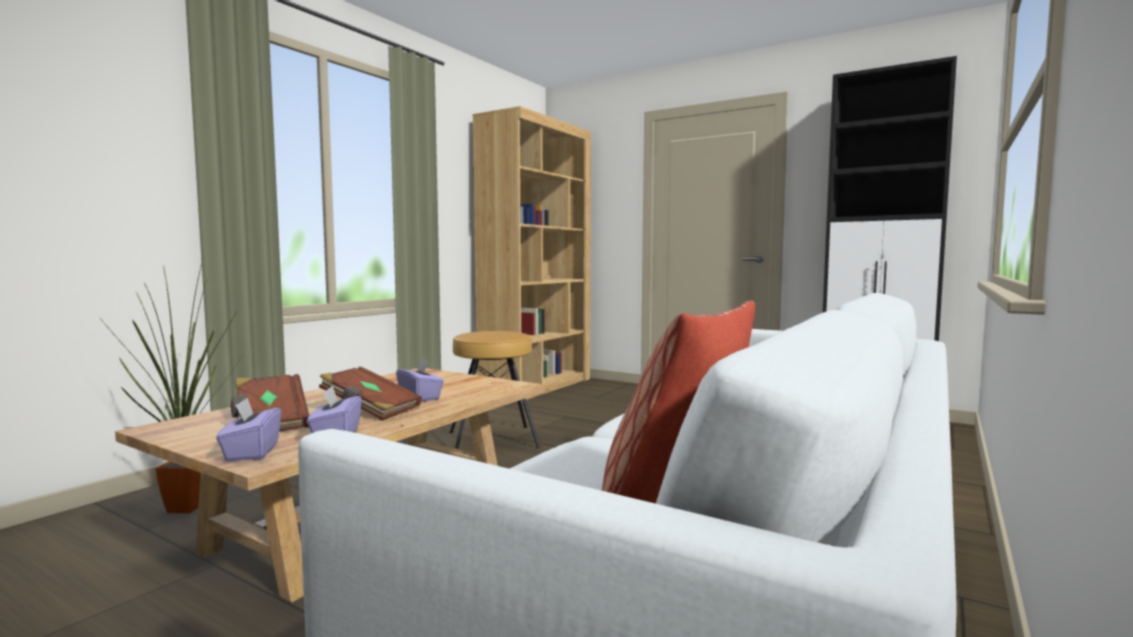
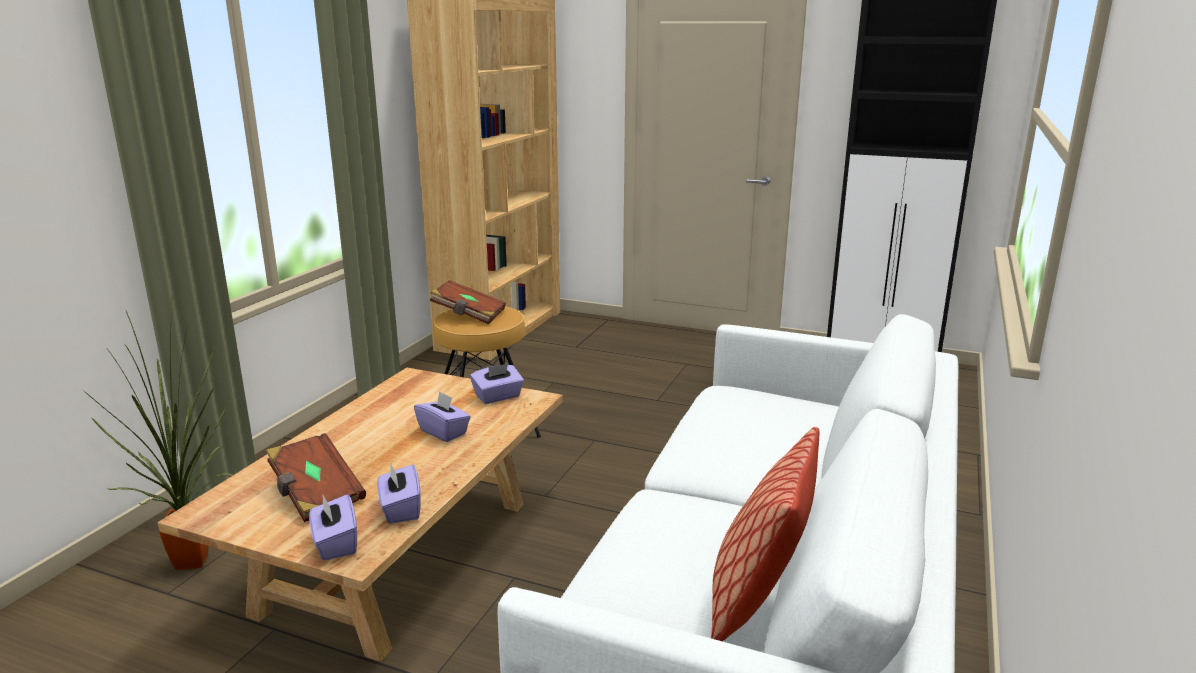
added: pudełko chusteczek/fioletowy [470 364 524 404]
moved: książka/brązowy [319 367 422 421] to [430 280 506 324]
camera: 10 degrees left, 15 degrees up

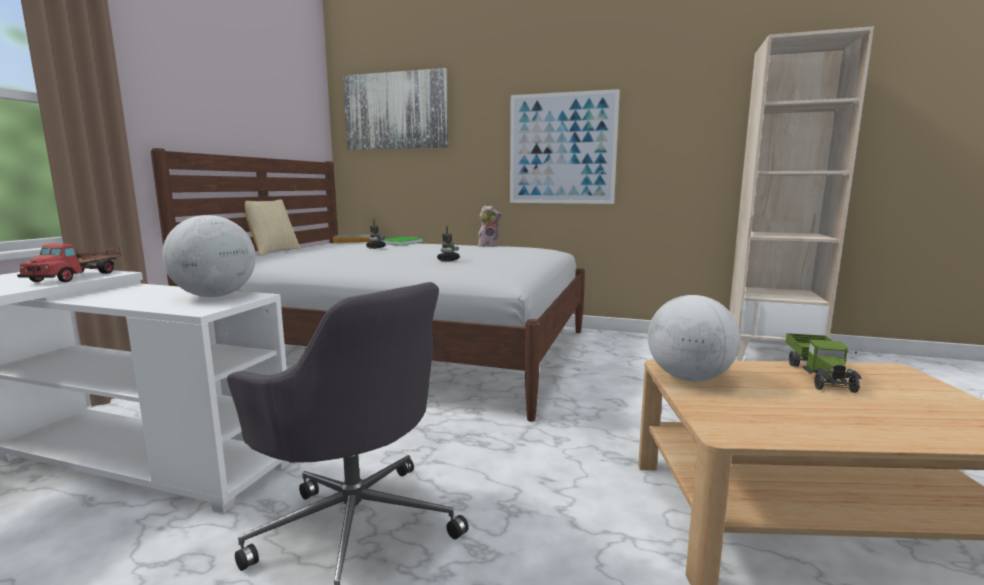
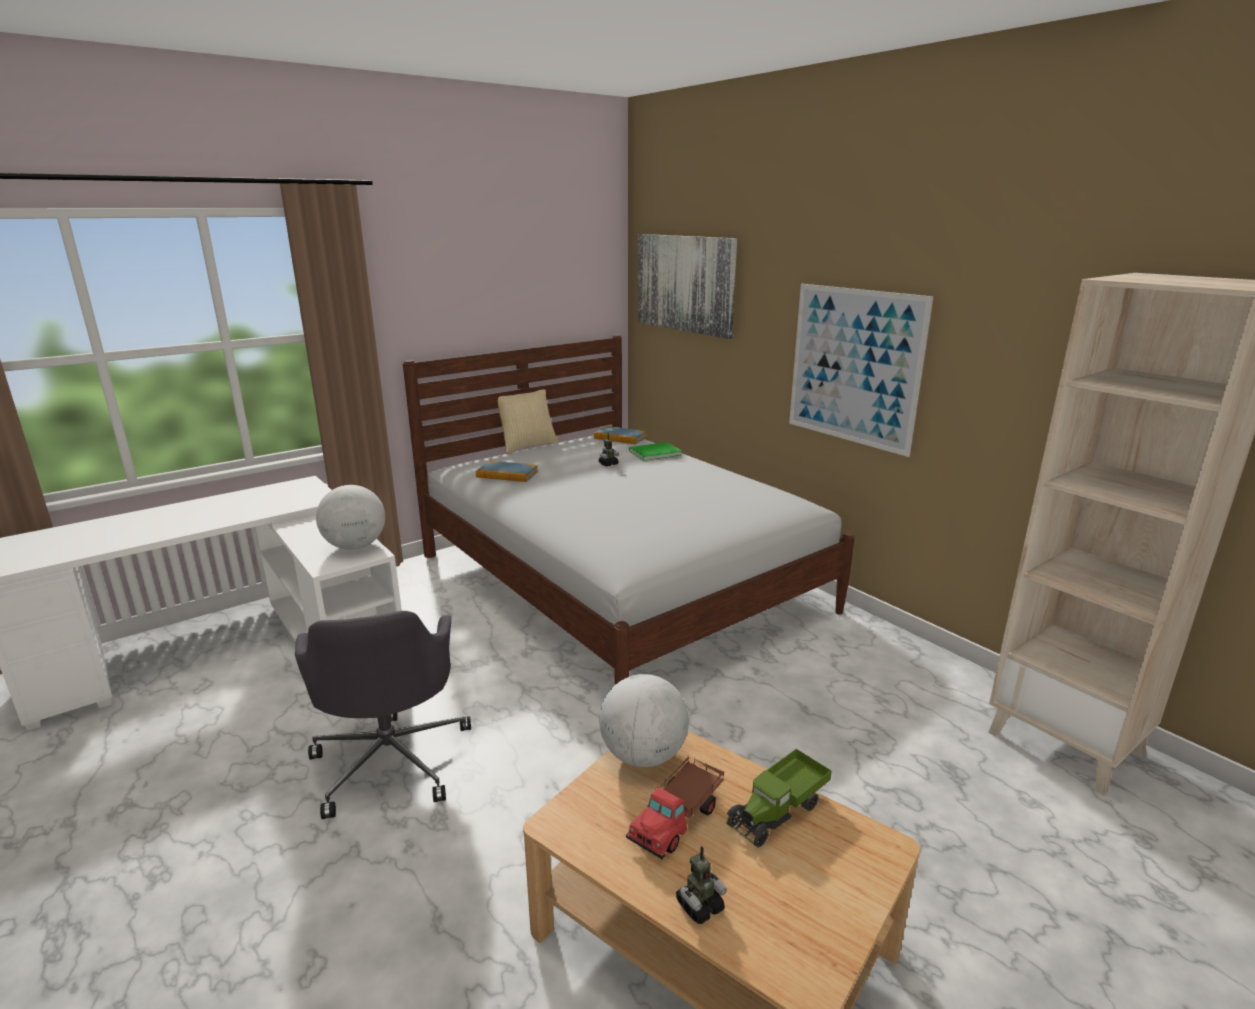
removed: pluszak [478 206 502 247]
added: książka [476 461 538 482]
moved: robot zabawkowy [437 226 460 262] to [676 846 727 924]; ciężarówka zabawkowa [17 243 122 282] to [626 756 724 859]
camera: 35 degrees right, 10 degrees up

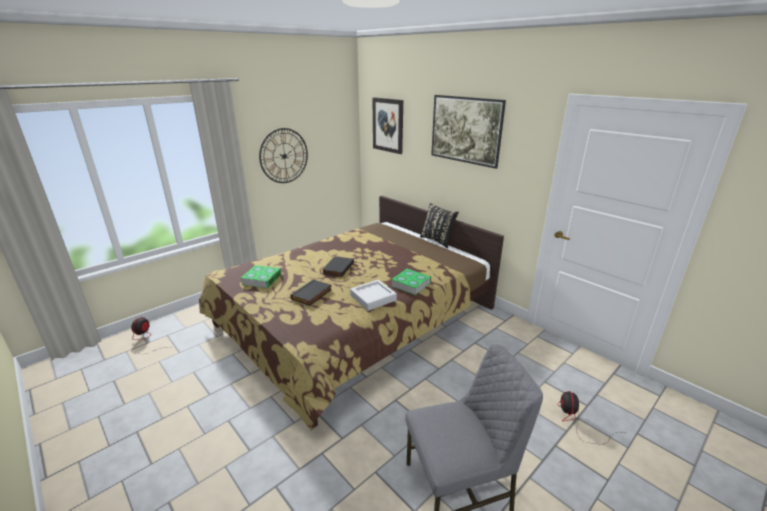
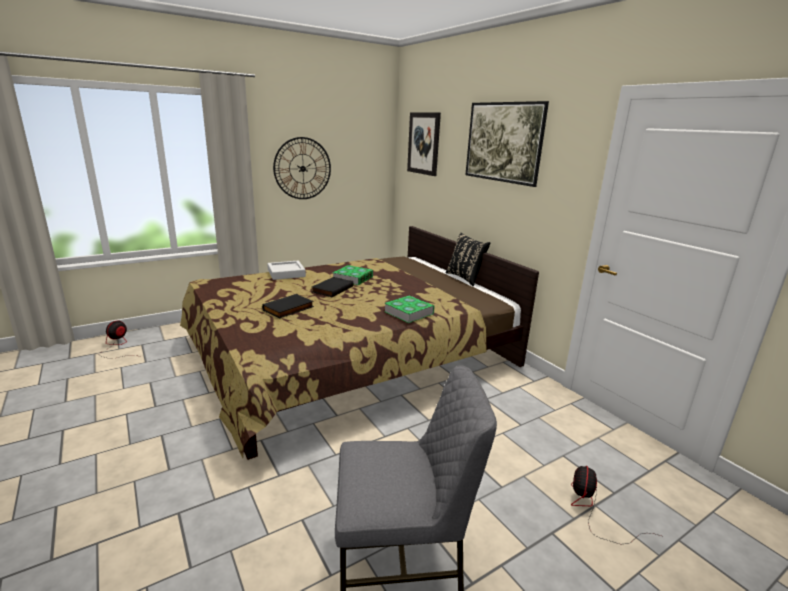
moved: książka [241 265 282 288] to [333 265 373 285]; taca/szary [350 280 397 311] to [267 261 306 280]
camera: 10 degrees right, 5 degrees down

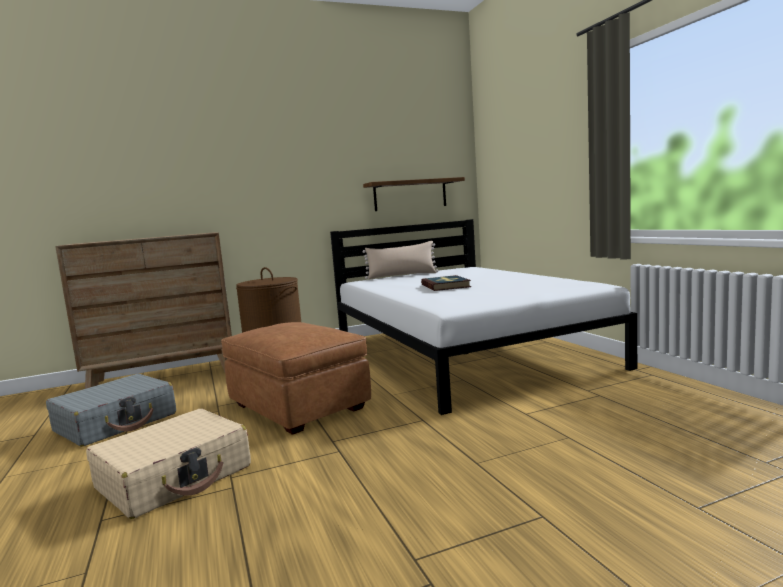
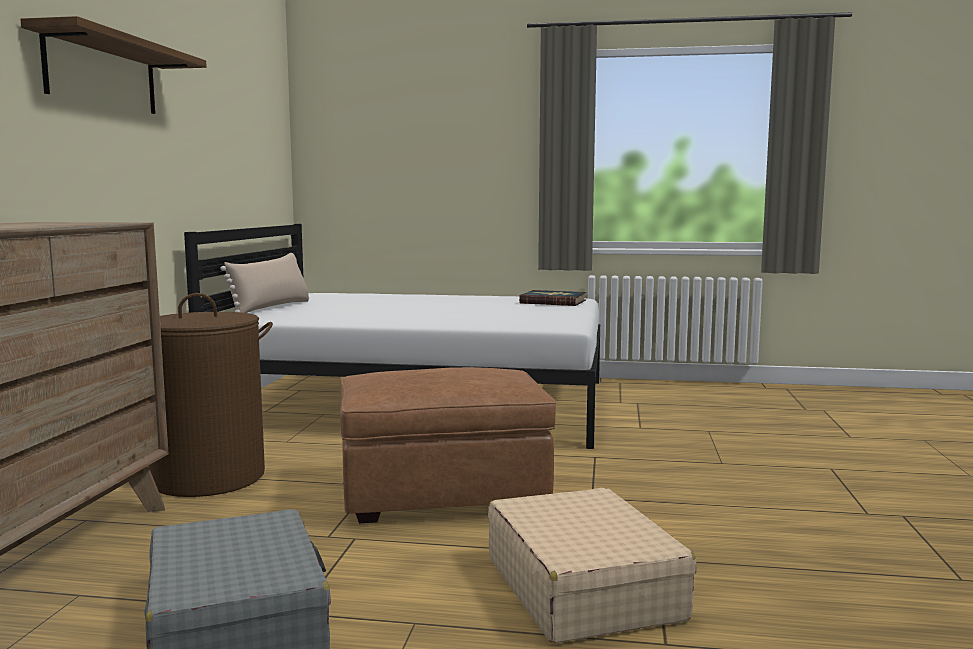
moved: półka [363 177 465 211] to [20 16 207 114]; książka [421 275 471 291] to [519 290 587 306]
camera: 60 degrees left, 0 degrees up

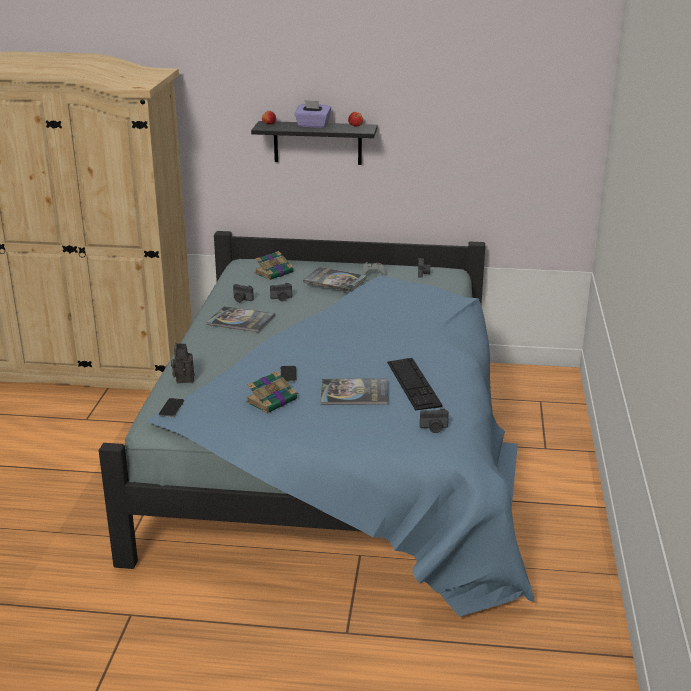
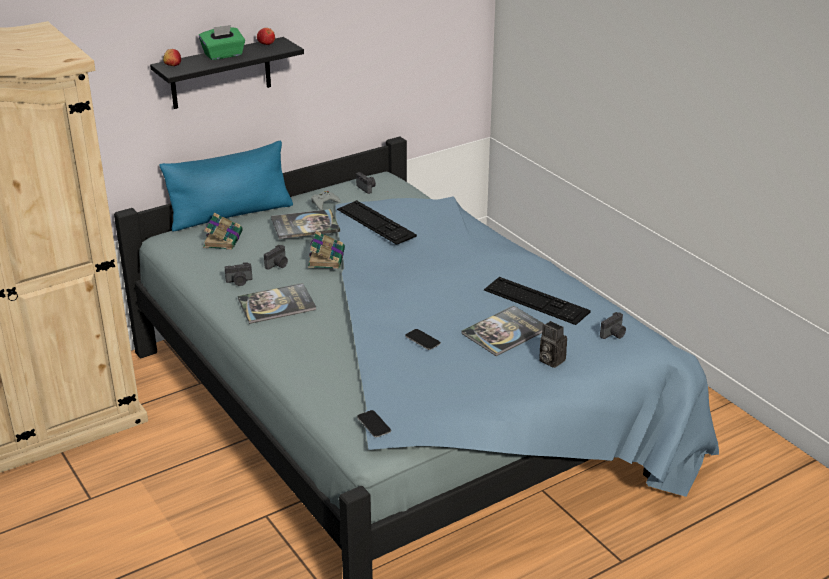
added: poduszka/niebieski [160 141 293 231]; klawiatura [337 200 417 245]
moved: aparat fotograficzny [171 343 195 383] to [539 321 567 368]; książka [246 371 298 413] to [308 231 345 269]
recoloured: pudełko chusteczek/fioletowy [294 100 331 128] to pudełko chusteczek/zielony [199 25 245 60]
camera: 40 degrees left, 5 degrees up

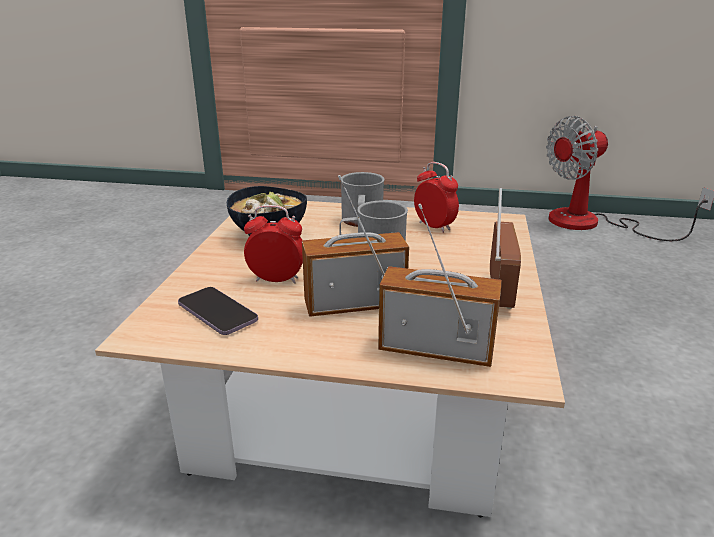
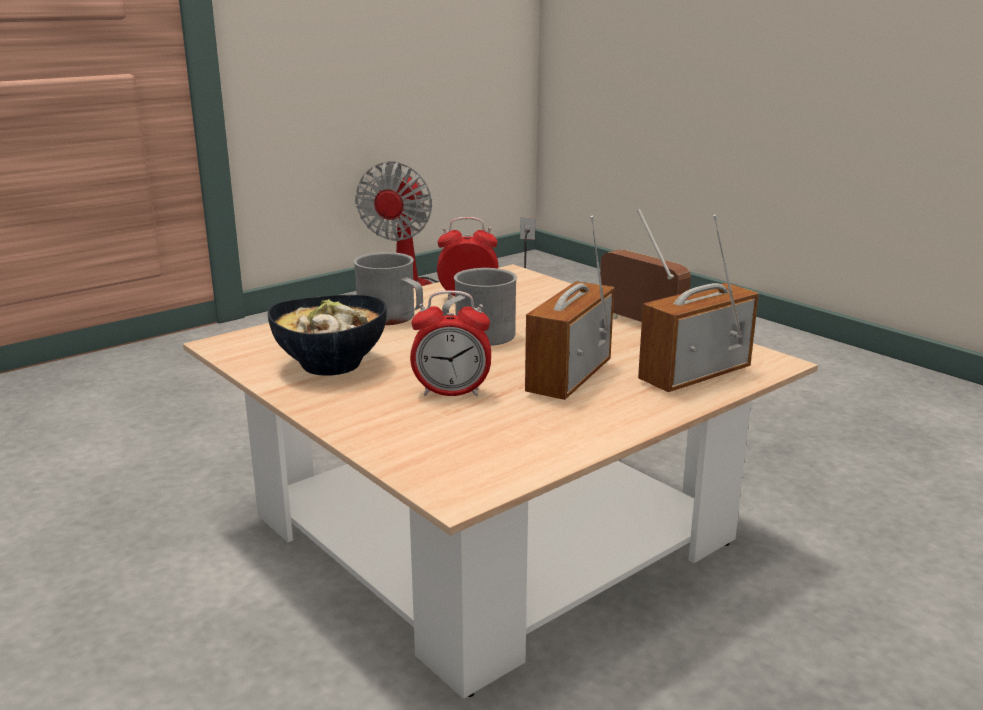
removed: telefon [178 287 258 335]
turned: budzik [244 205 303 284] = [410 290 491 396] 135 degrees counterclockwise
camera: 50 degrees left, 5 degrees down

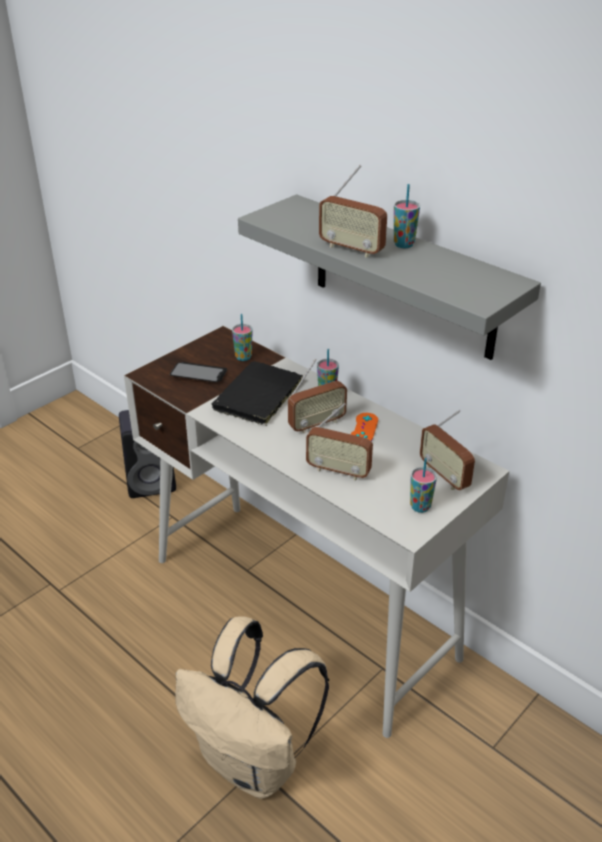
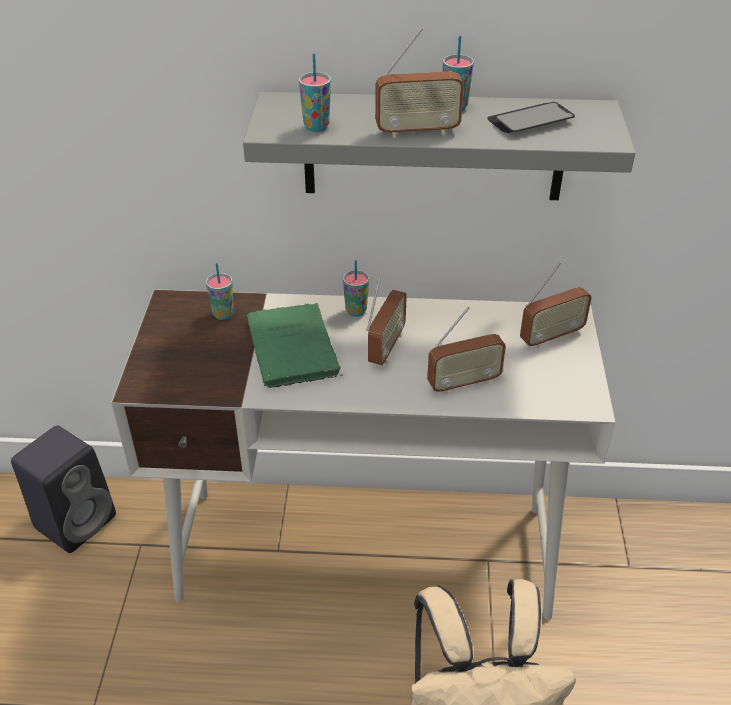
removed: pad do gier/pomarańczowy [351 413 378 441]
moved: telefon [170 362 227 382] to [487 102 575 133]; filiżanka [410 458 437 513] to [299 53 331 132]
recoloured: książka/czarny [212 361 303 426] to książka/zielony [246 303 343 388]
turned: radio [420 410 475 490] = [520 262 592 348] 45 degrees counterclockwise
camera: 40 degrees left, 5 degrees up

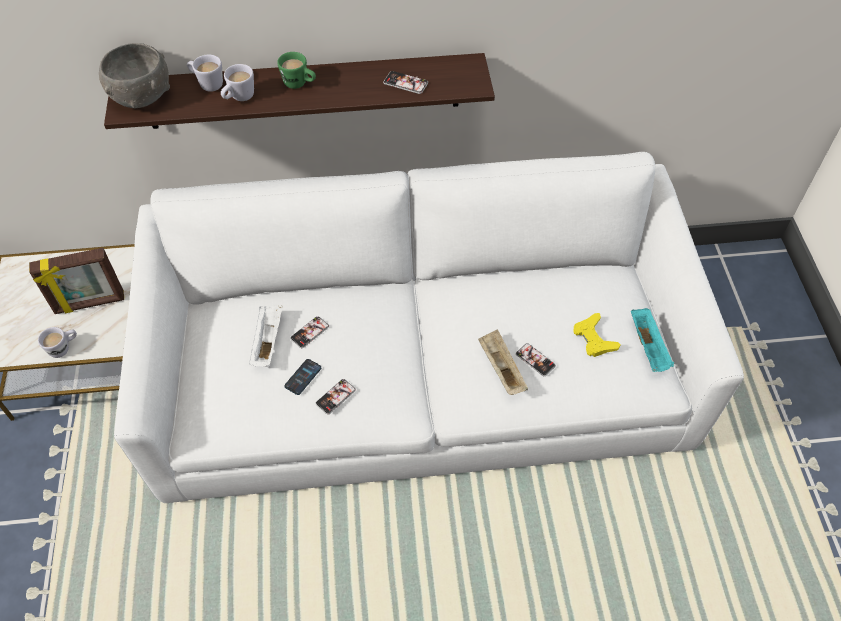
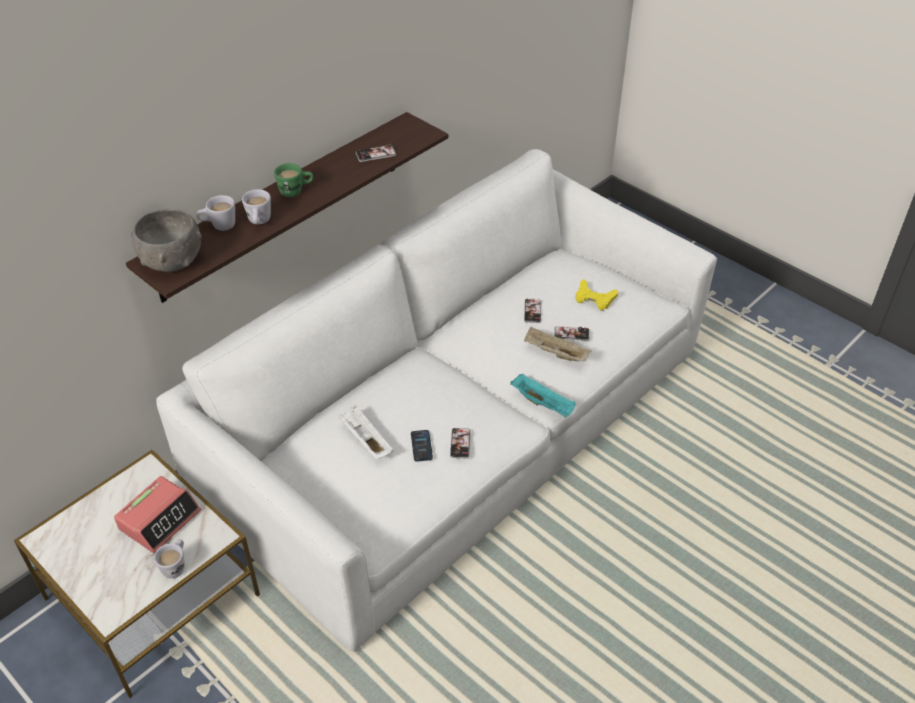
moved: taca/turkusowy [631 308 674 372] to [510 374 576 418]; telefon [290 316 329 348] to [524 298 541 323]
replaced: ramka na zdjęcie [29 248 124 314] to budzik [114 476 201 553]
camera: 40 degrees left, 10 degrees down

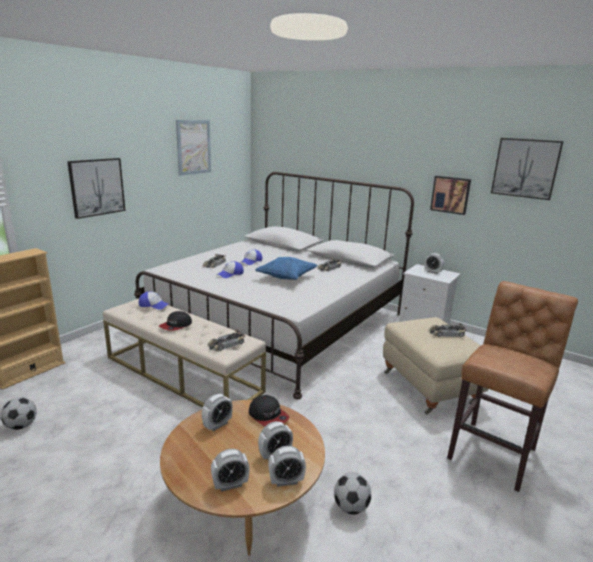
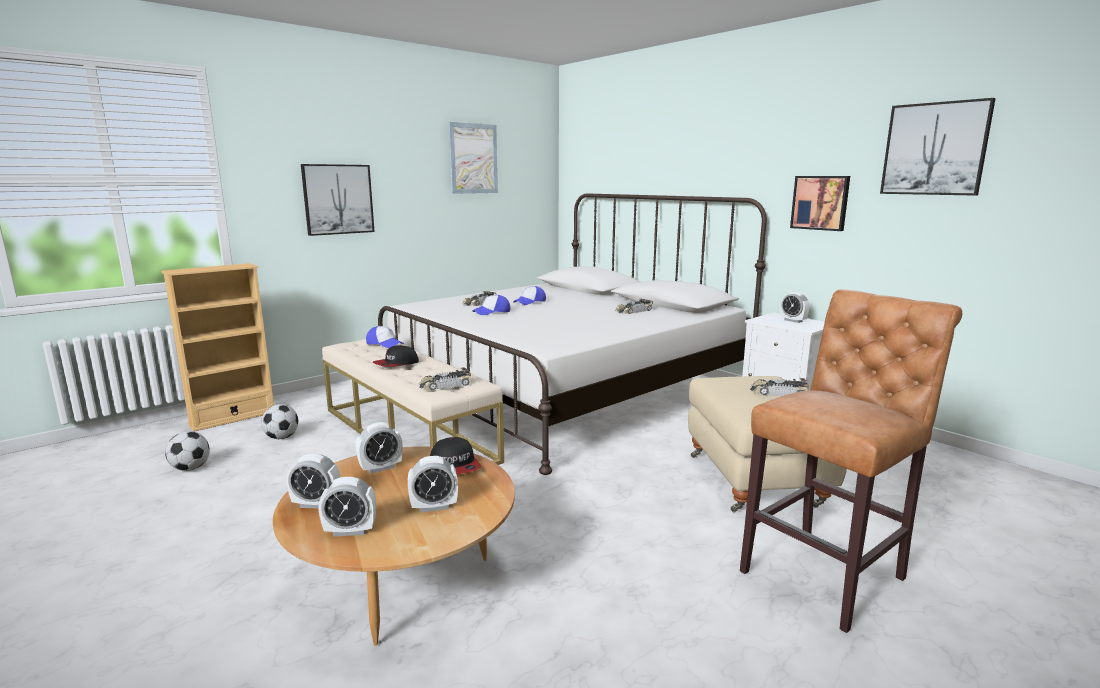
removed: poduszka/niebieski [255 257 318 280]
moved: budzik [268 446 306 487] to [286 454 340 508]; piłka futbolowa [334 473 371 515] to [261 404 298 439]
camera: 15 degrees right, 5 degrees down

